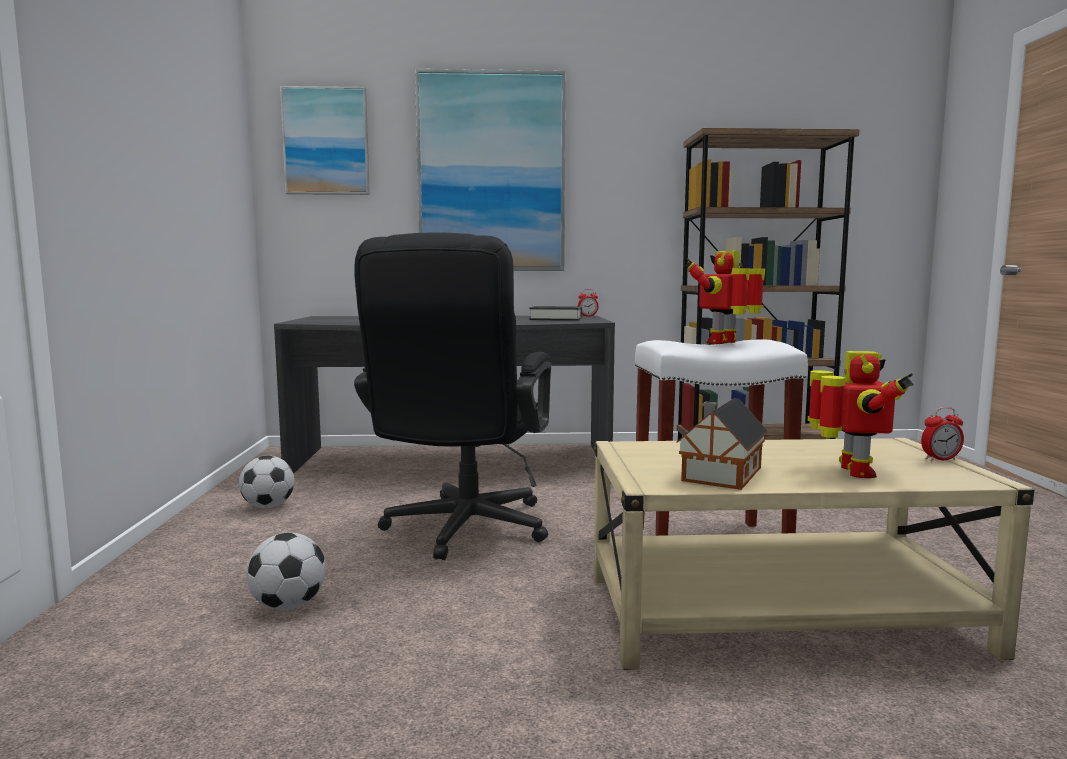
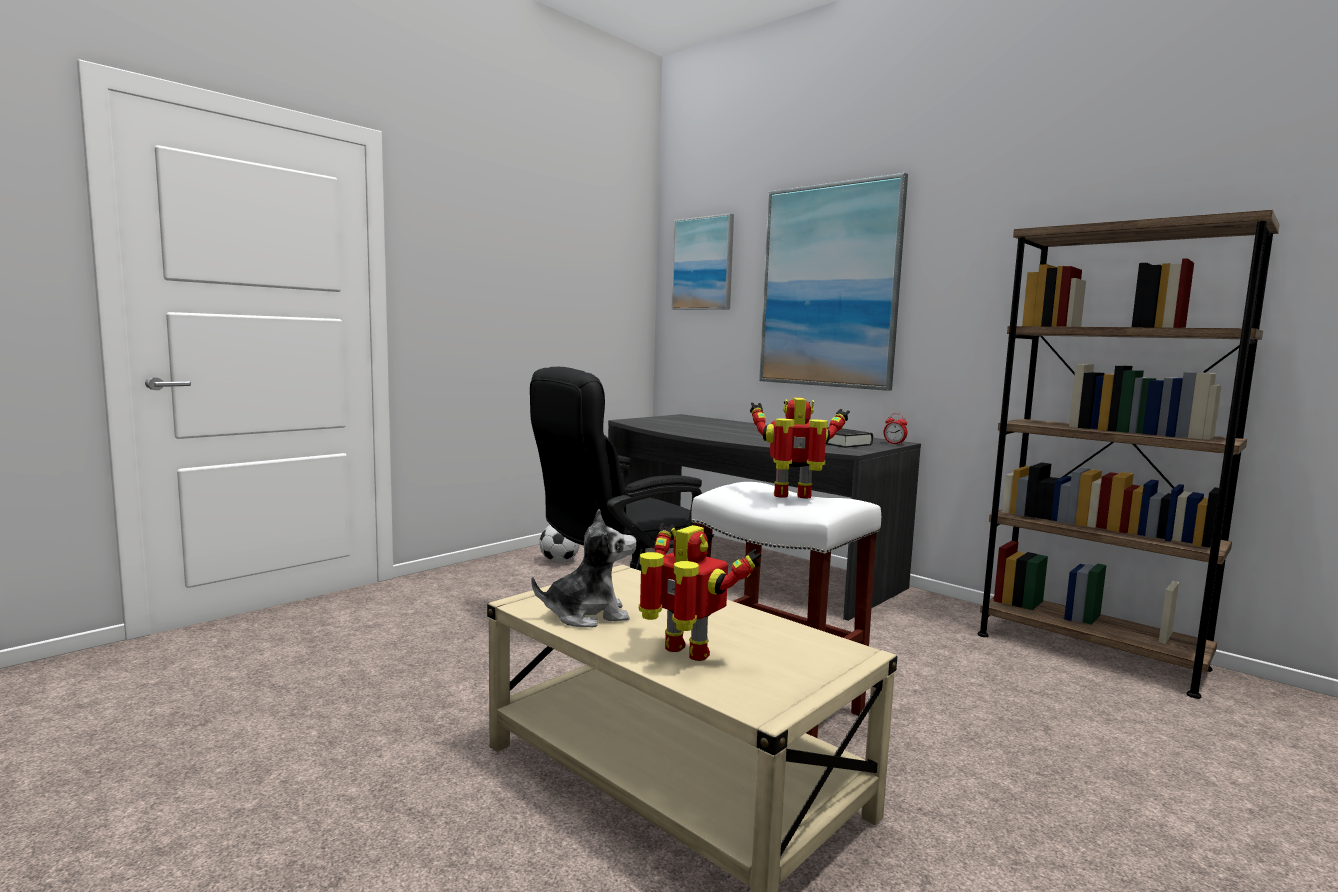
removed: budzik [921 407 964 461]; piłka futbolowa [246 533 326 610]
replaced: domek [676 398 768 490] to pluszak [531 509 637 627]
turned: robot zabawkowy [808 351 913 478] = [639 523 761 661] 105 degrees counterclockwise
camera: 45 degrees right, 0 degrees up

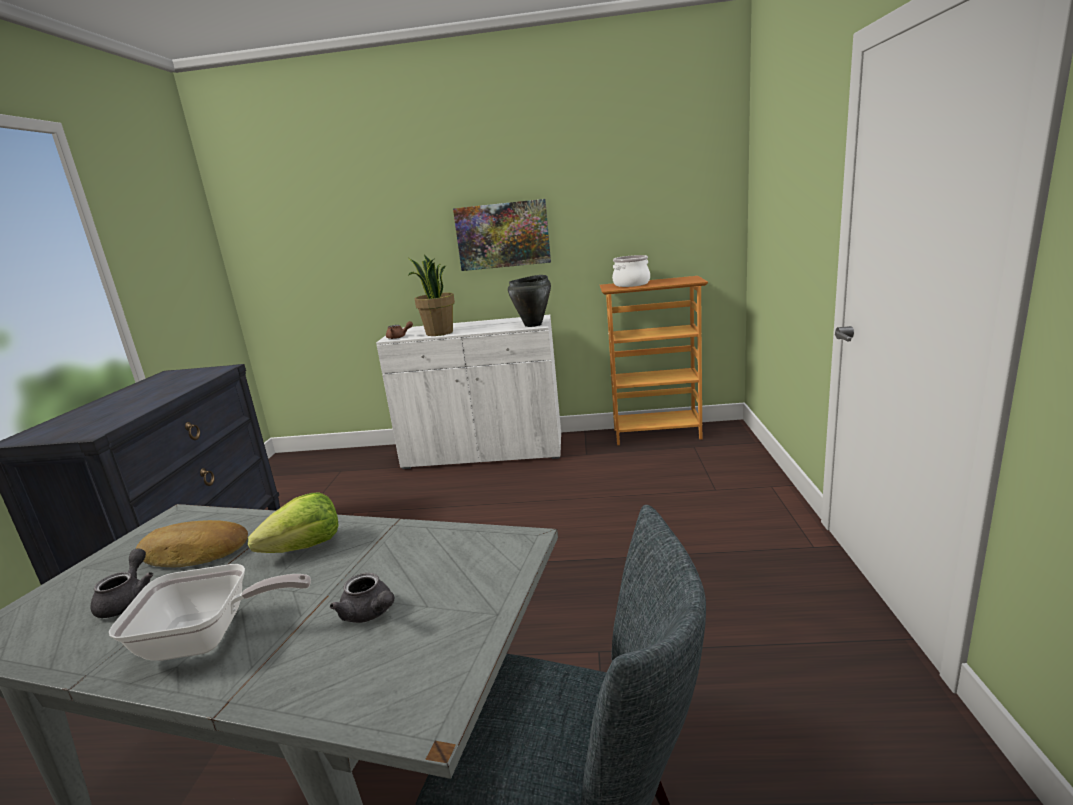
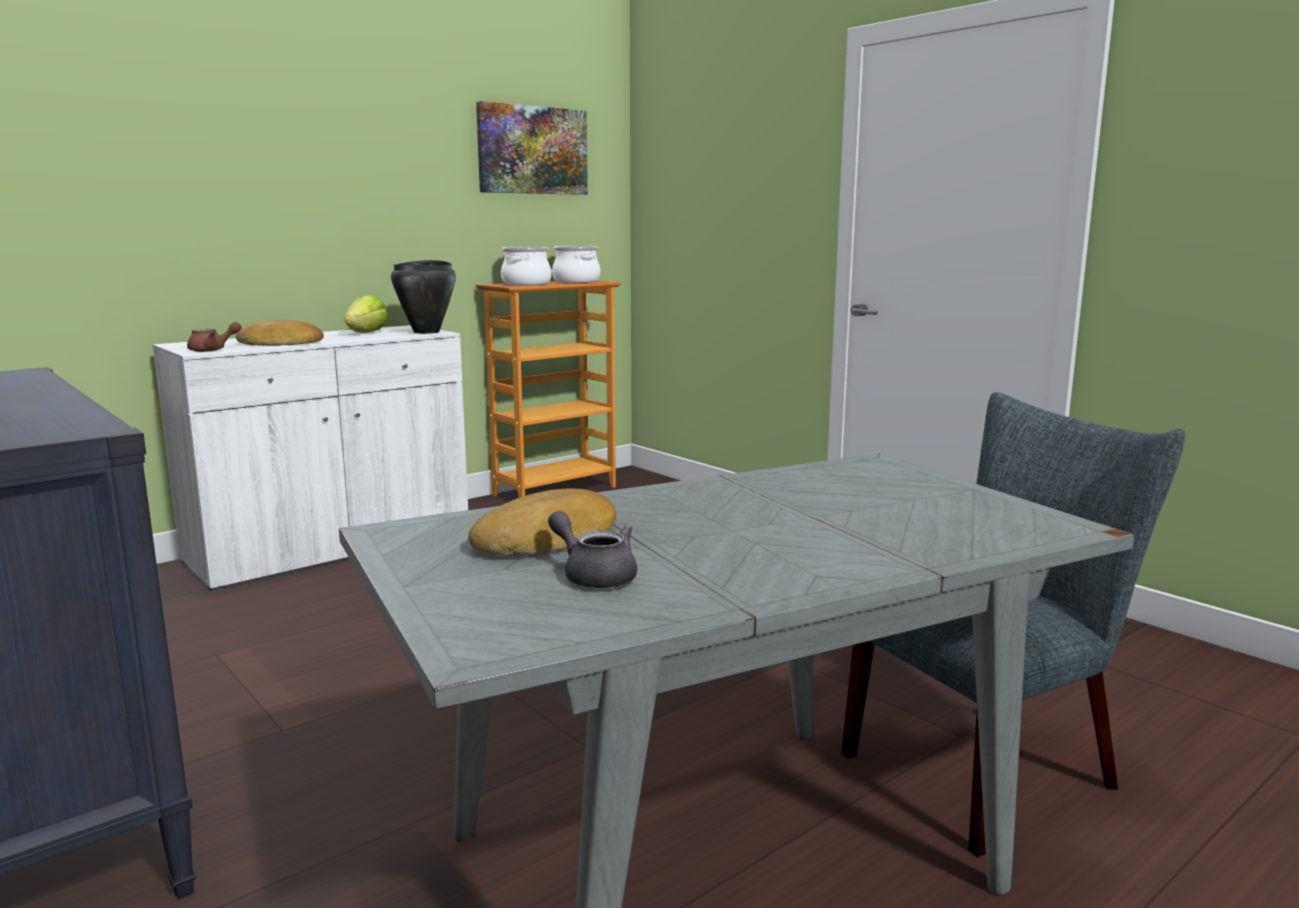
removed: patelnia [109 564 311 661]; imbryk/szary [330 573 394 623]
added: garnek [552 246 601 283]
moved: obraz [453 199 551 271] to [476 101 588 195]; sałata [248 492 338 553] to [344 295 388 333]
replaced: roślina doniczkowa [408 255 455 336] to chleb [236 320 324 346]
camera: 45 degrees left, 5 degrees down

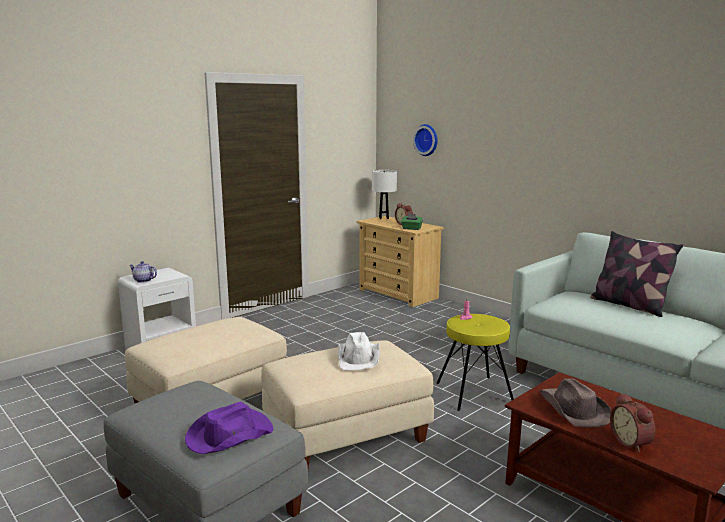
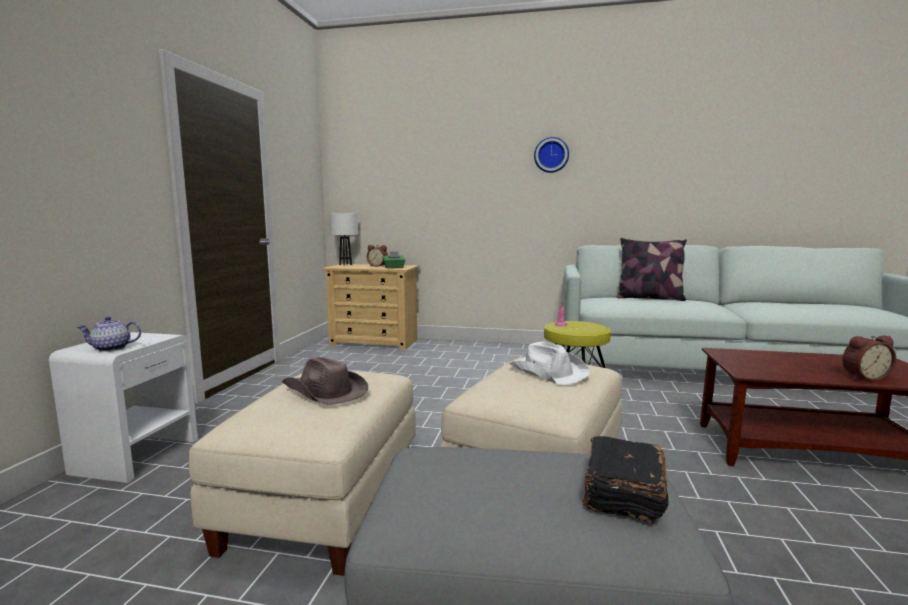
moved: zegar ścienny [413 124 438 156] to [534 137 569 173]; kapelusz/brązowy [539 378 612 427] to [282 357 368 405]
replaced: kapelusz/fioletowy [185 402 273 454] to książka/czarny [583 436 669 523]
turned: budzik [610 393 656 453] = [842 335 896 381] 45 degrees counterclockwise
camera: 35 degrees left, 5 degrees down

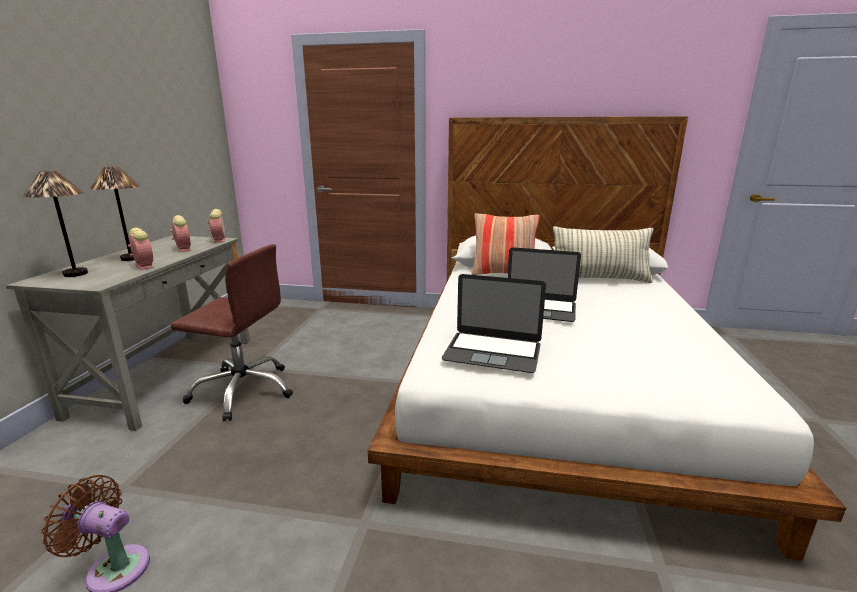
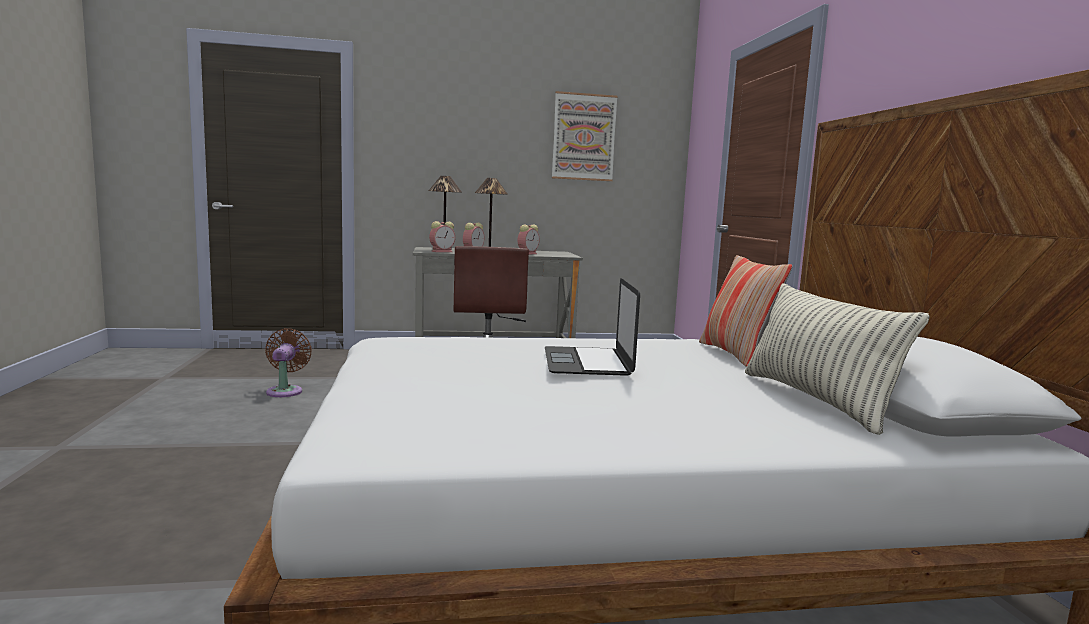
removed: laptop [442 274 546 373]
added: obraz [552 91 618 181]
moved: budzik [207 209 225 243] to [429 221 455 252]
camera: 70 degrees right, 10 degrees down

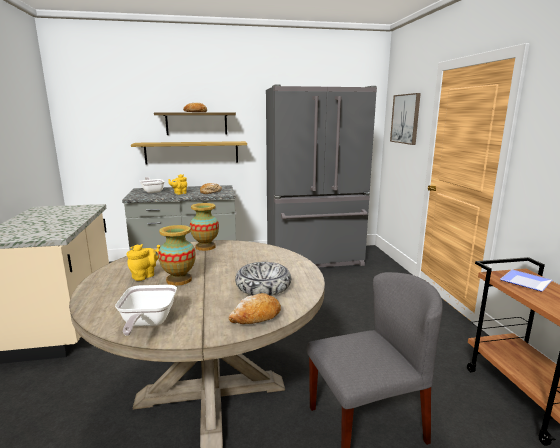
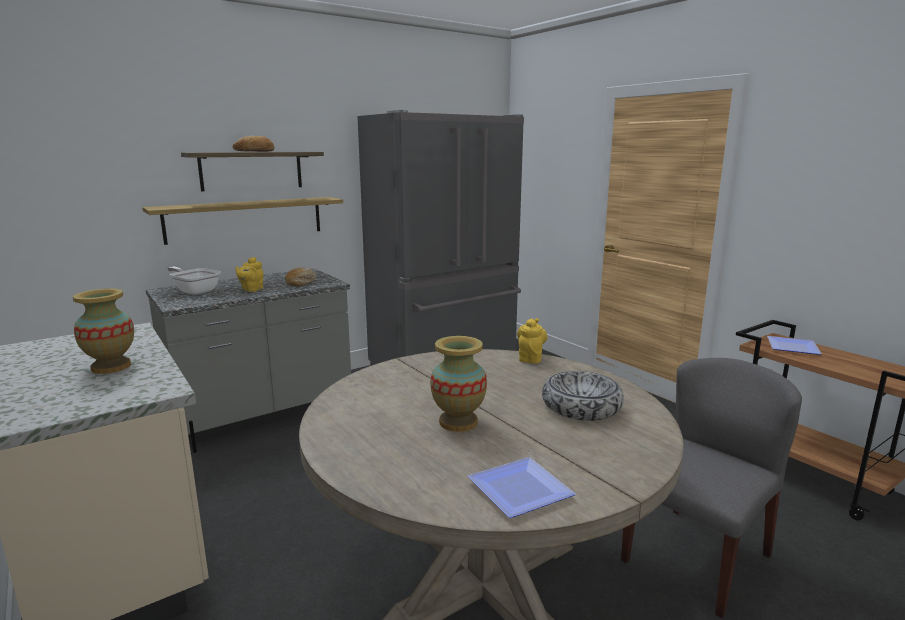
removed: obraz [390 93 421 145]; chleb [229 293 281 324]
moved: wazon [190 203 219 251] to [73 289 134 374]; imbryk/żółty [126 244 160 281] to [517 318 547 363]
replaced: patelnia [115 285 177 336] to talerz [468 457 576 518]
camera: 25 degrees left, 0 degrees up

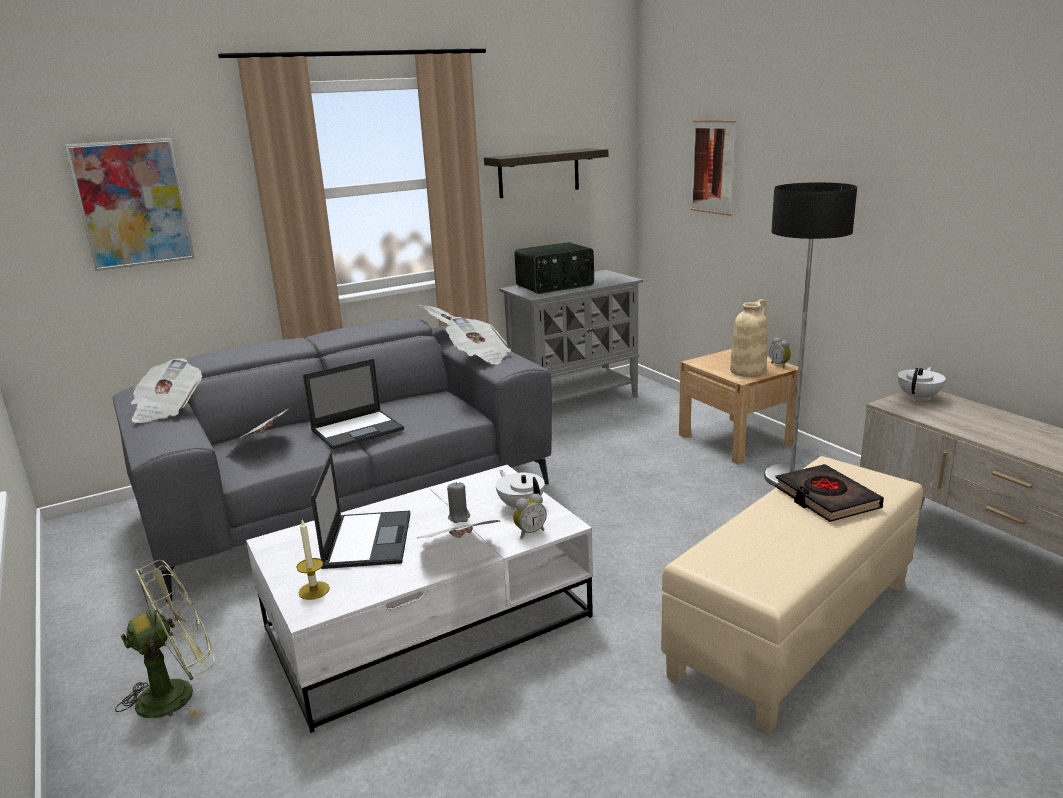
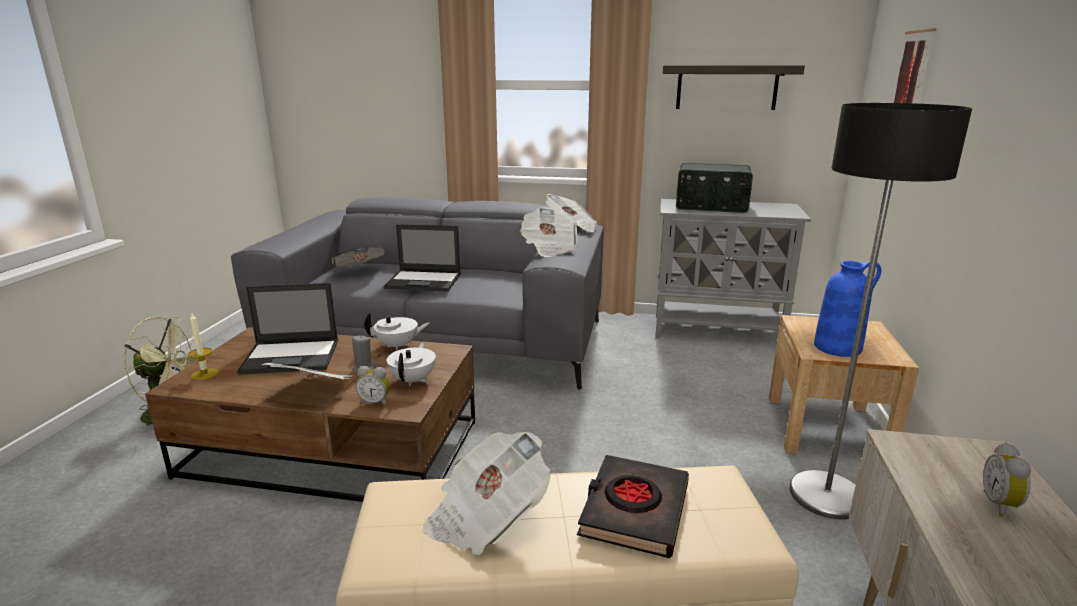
removed: obraz [65 138 195 271]
moved: budzik [769 337 791 368] to [983 443 1031 517]; gazeta [131 358 202 423] to [423 432 550 555]; imbryk/biały [898 367 946 401] to [364 312 430 351]
recoloured: wazon/beżowy [730 299 767 377] to wazon/niebieski [814 261 881 357]; ława/biały [246 465 593 733] to ława/brązowy [145 327 475 502]
turned: laptop [311 452 410 569] = [237 283 338 375] 45 degrees clockwise
camera: 40 degrees right, 0 degrees up

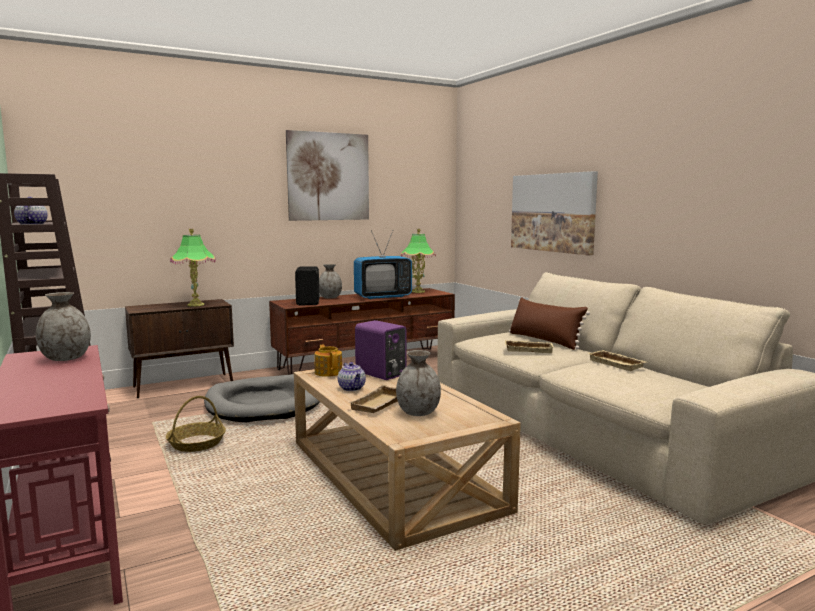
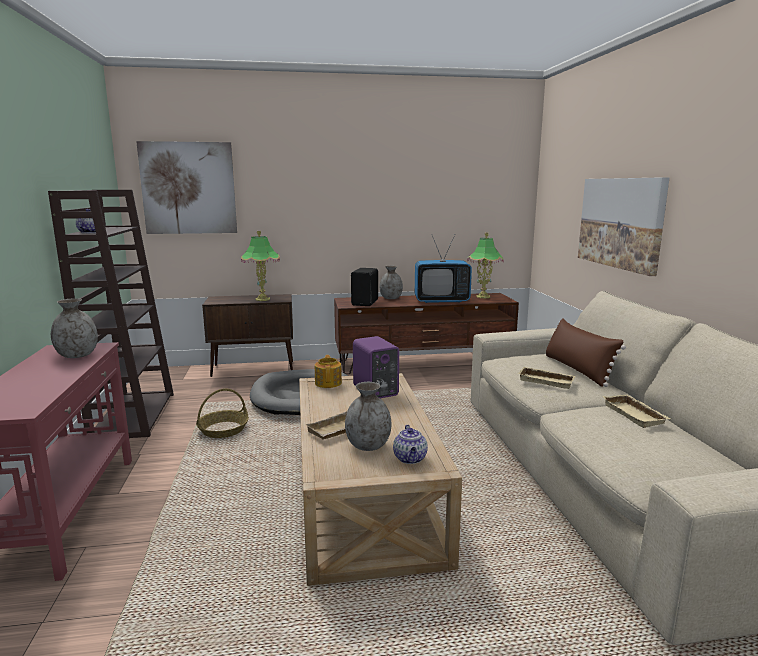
moved: obraz [286 130 369 221] to [136 141 237 234]; imbryk [338 362 366 391] to [393 425 428 464]
camera: 20 degrees right, 5 degrees up

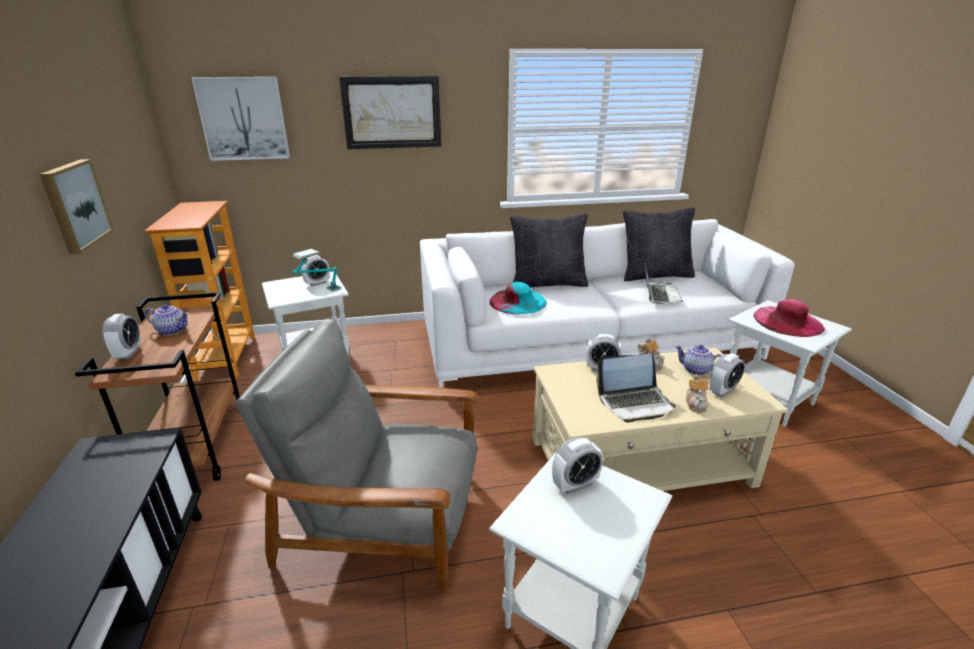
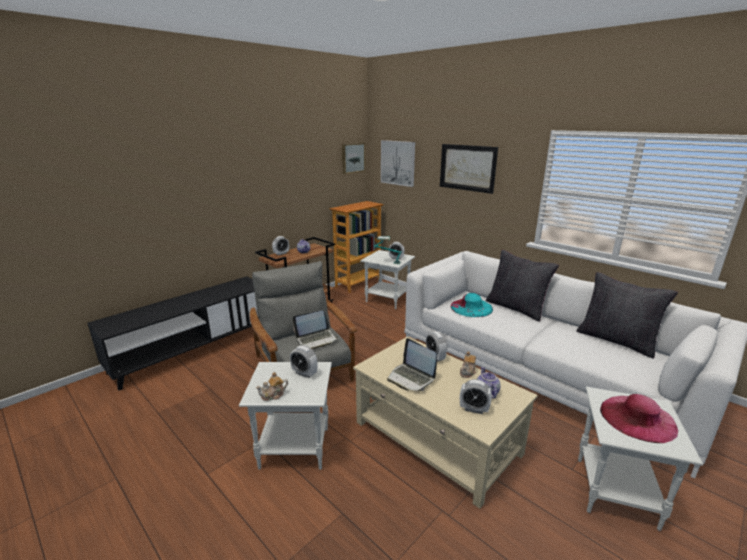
moved: obraz [40 159 114 254] to [342 143 365 174]; laptop [645 264 683 303] to [293 311 338 350]; imbryk [686 374 709 413] to [256 372 288 401]
camera: 55 degrees right, 5 degrees down

